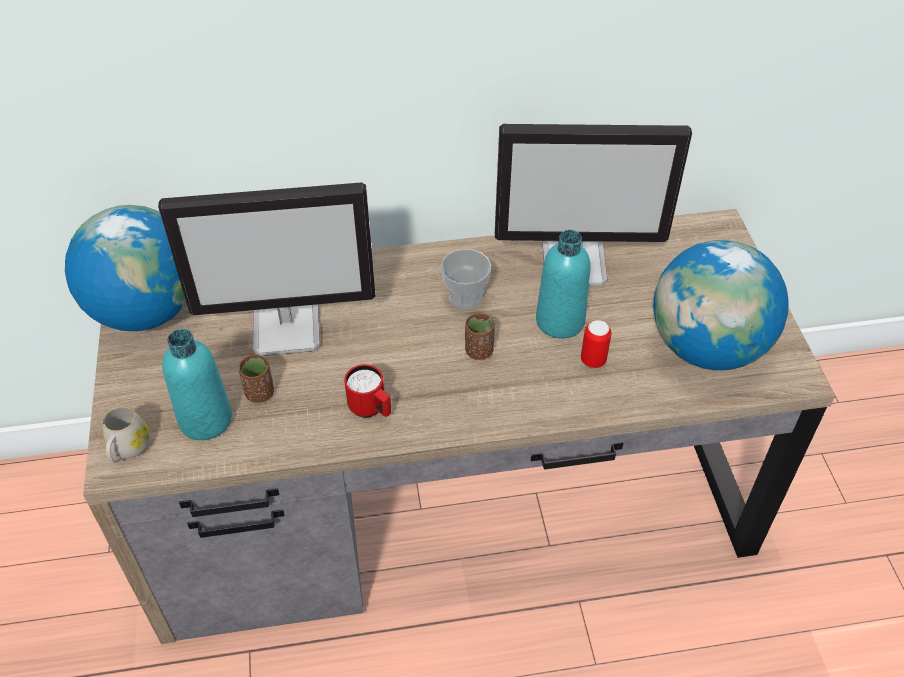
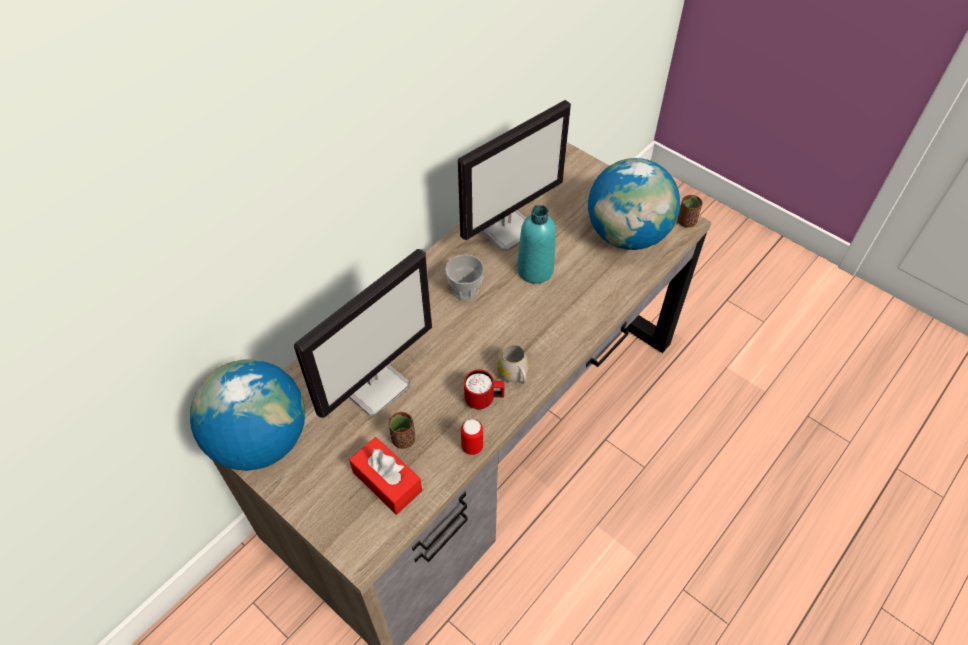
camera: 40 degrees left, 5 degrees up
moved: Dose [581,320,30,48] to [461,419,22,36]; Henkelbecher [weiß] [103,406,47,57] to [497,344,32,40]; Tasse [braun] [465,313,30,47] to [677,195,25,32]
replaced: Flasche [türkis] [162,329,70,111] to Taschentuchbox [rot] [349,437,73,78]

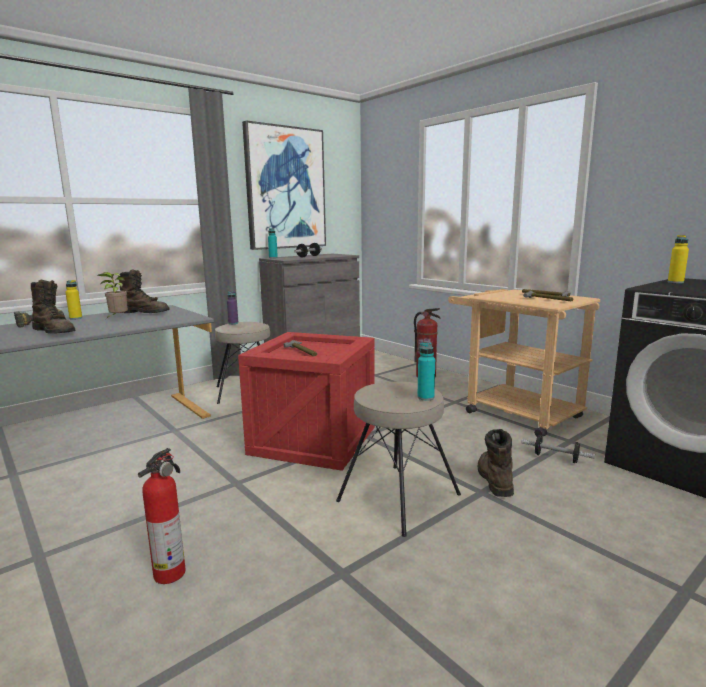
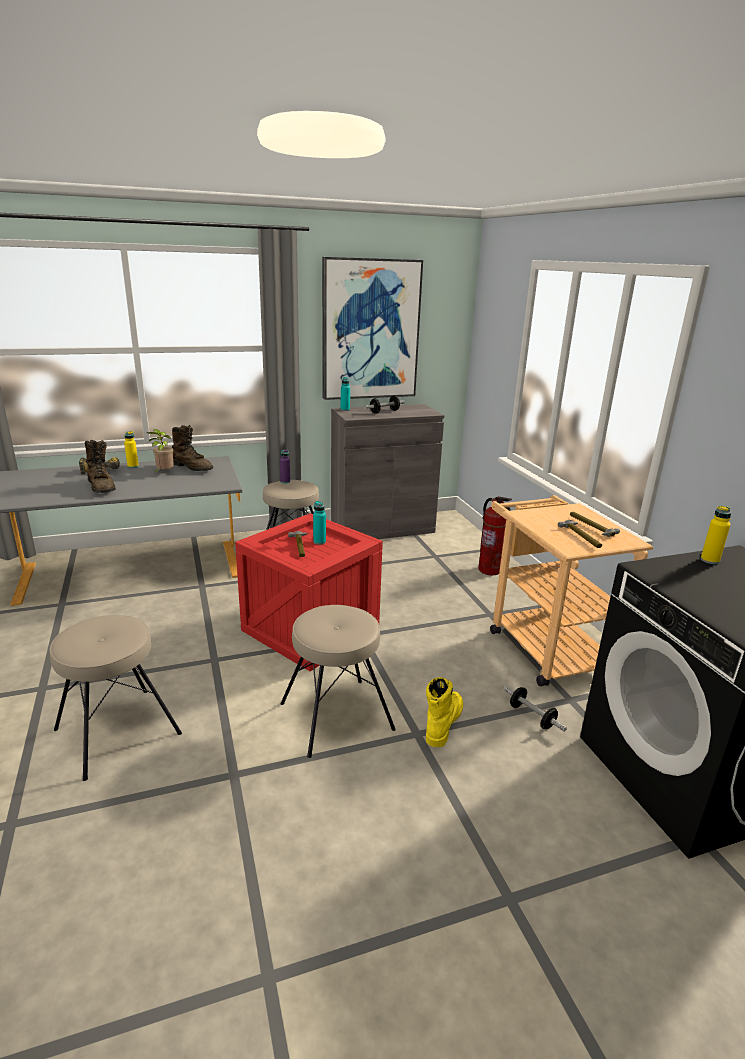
camera: 20 degrees right, 10 degrees up
moved: Flasche [türkis] [417,342,18,59] to [313,501,13,44]
replaced: Feuerlöscher [138,448,48,136] to Hocker [beige] [49,615,133,166]
recoloured: Stiefel [braun] [478,429,36,68] to Stiefel [gelb] [426,677,37,70]

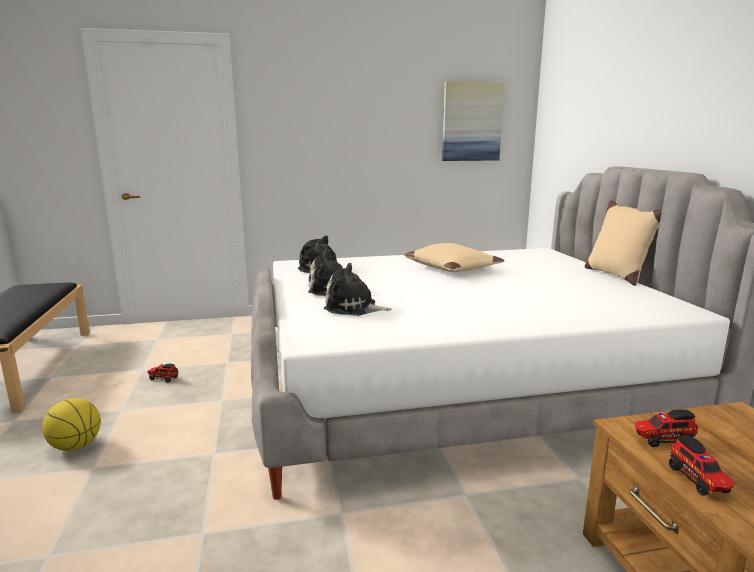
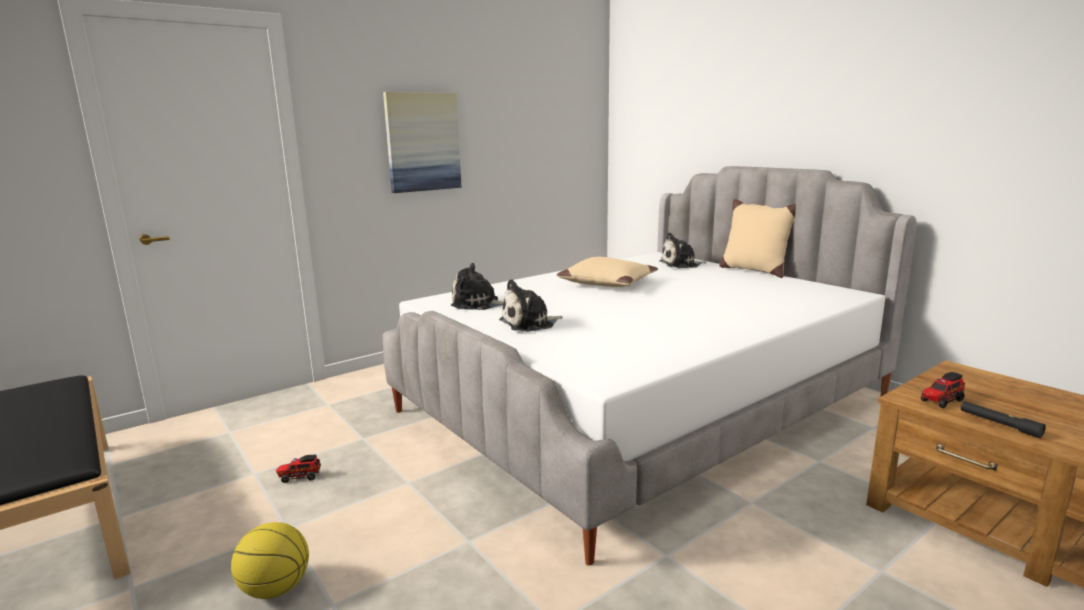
camera: 25 degrees left, 0 degrees up
moved: Bild [442,81,62,80] to [383,92,79,101]; Plüschtier [324,263,67,53] to [659,232,47,36]
replaced: Spielzeuglaster [669,435,65,60] to Taschenlampe [schwarz] [961,401,85,37]

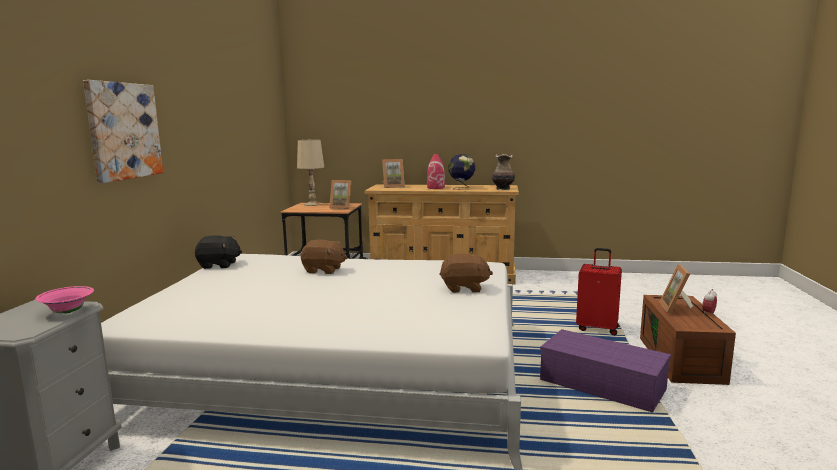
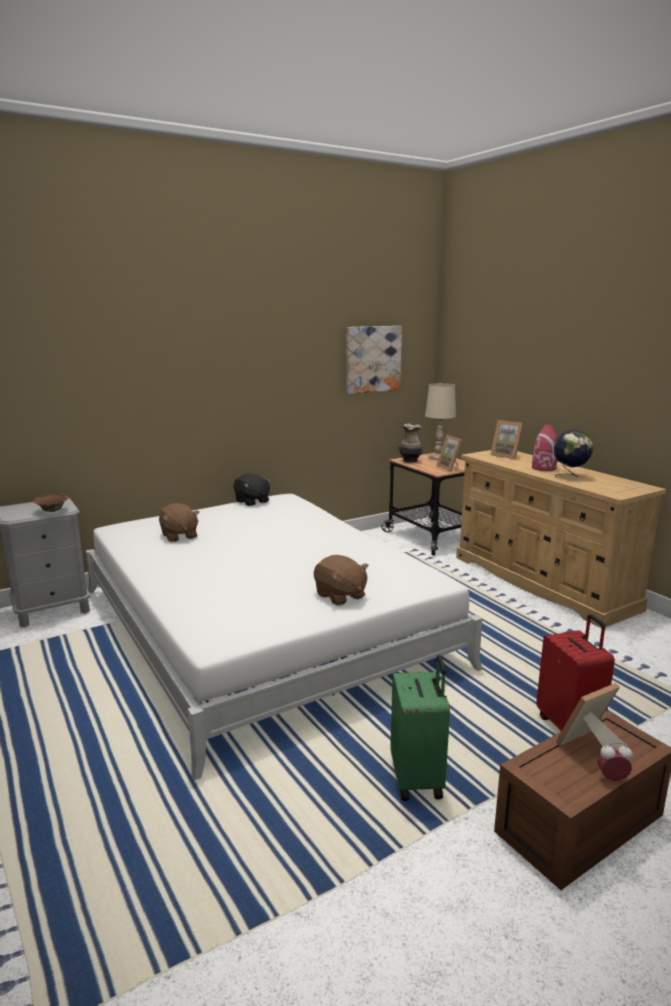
camera: 50 degrees right, 5 degrees up
moved: Plüschtier [braun] [301,240,46,34] to [159,503,40,39]; Bild [83,80,80,103] to [346,326,56,68]; Vase [492,154,23,36] to [399,424,24,39]
replaced: Aufbewahrungsbox [lila] [540,329,131,84] to Koffer [grün] [390,655,60,146]
recoloured: Schüssel [rosa] [35,286,59,27] to Schüssel [braun] [33,494,36,18]

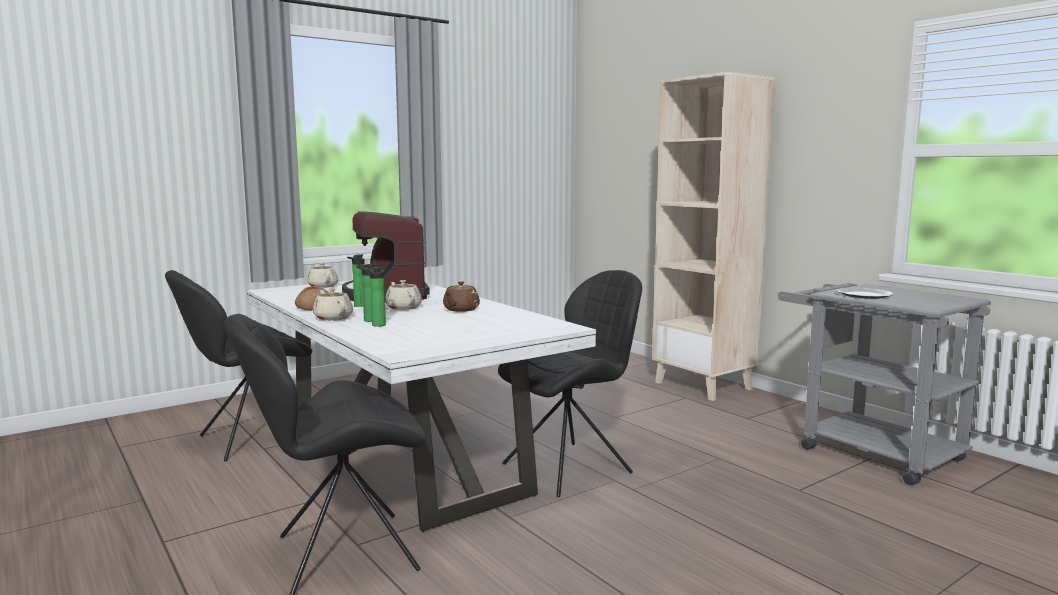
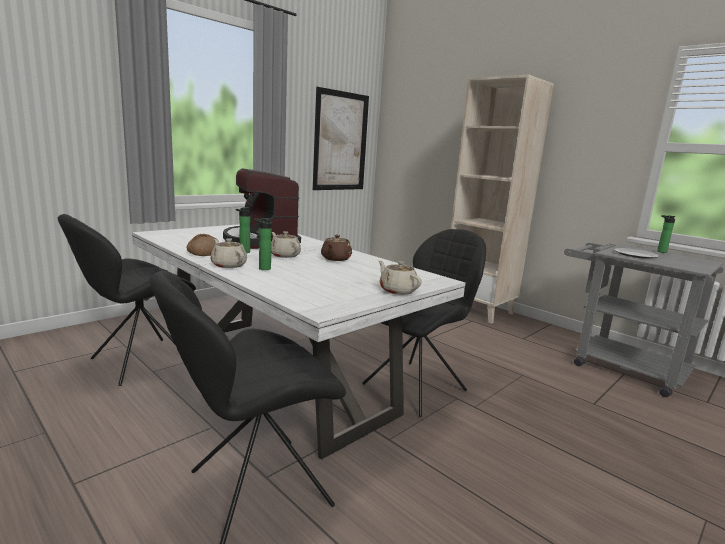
camera: 10 degrees left, 5 degrees up
added: Bild [313,87,56,103]
moved: Teekanne [beige] [307,263,32,25] to [378,260,44,35]; Flasche [370,267,16,60] to [657,215,19,38]

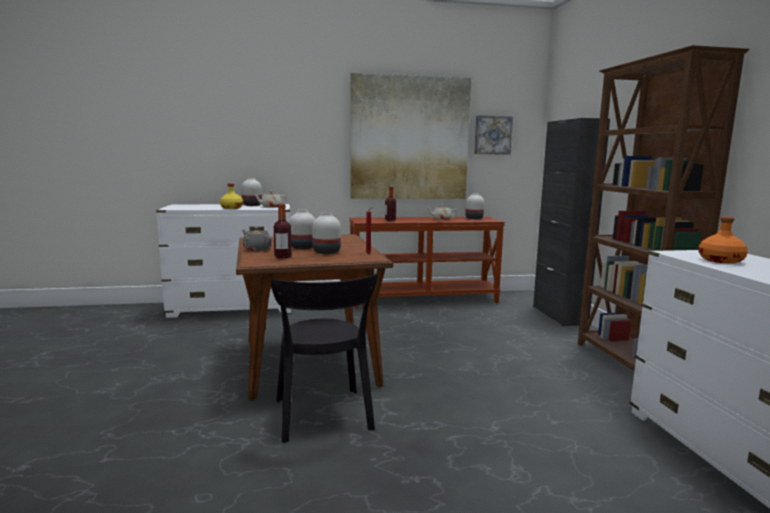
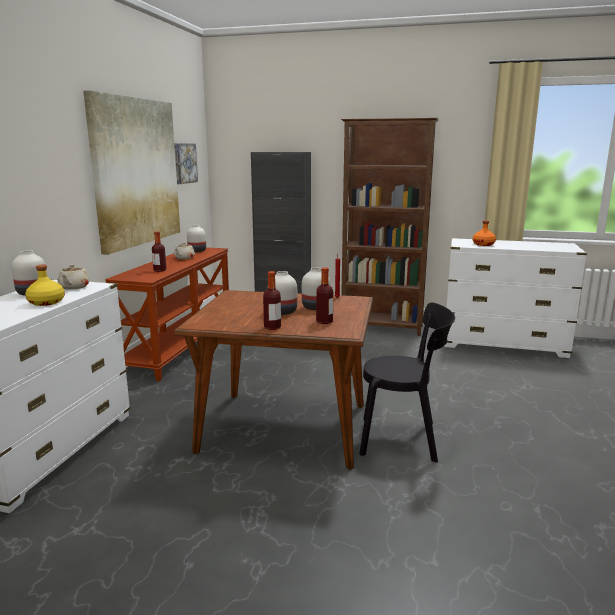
camera: 65 degrees left, 5 degrees up
replaced: Teekanne [grau] [242,227,30,24] to Flasche [263,271,18,59]

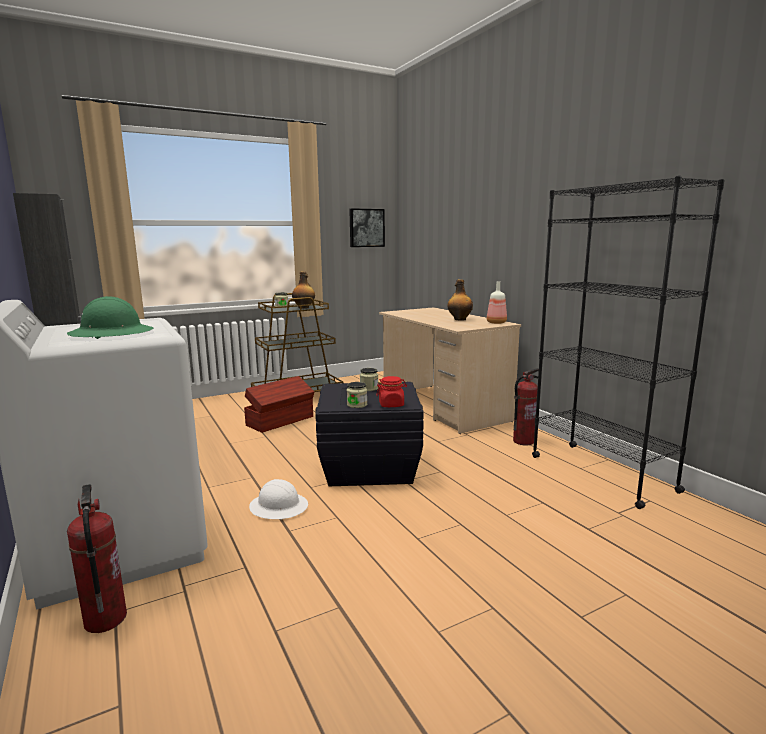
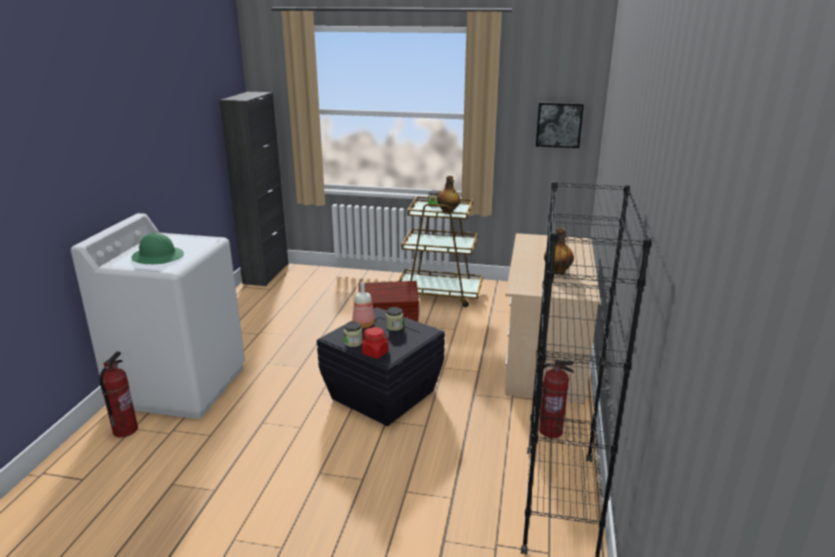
camera: 40 degrees right, 10 degrees up
removed: Schutzhelm [weiß] [249,479,59,40]
moved: Flasche [487,281,20,43] to [352,282,23,46]

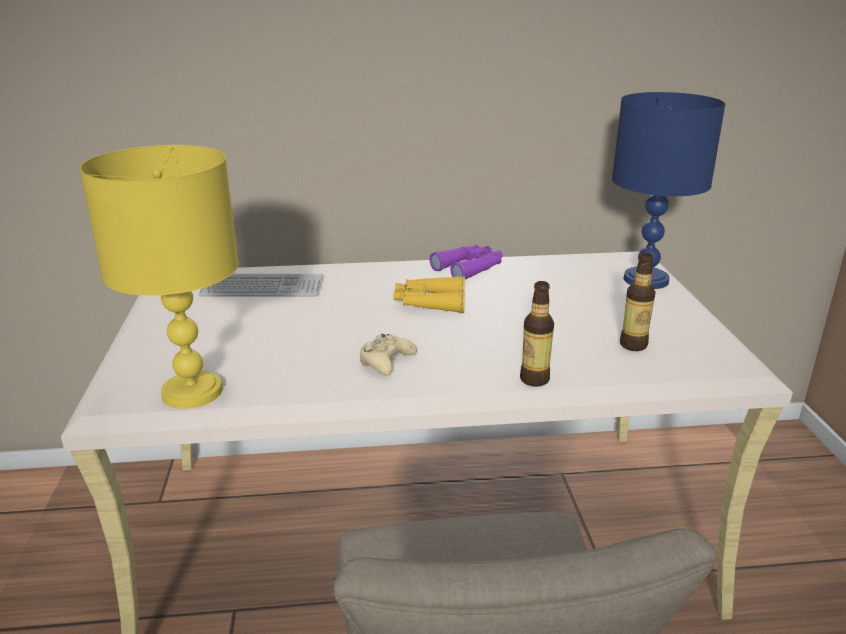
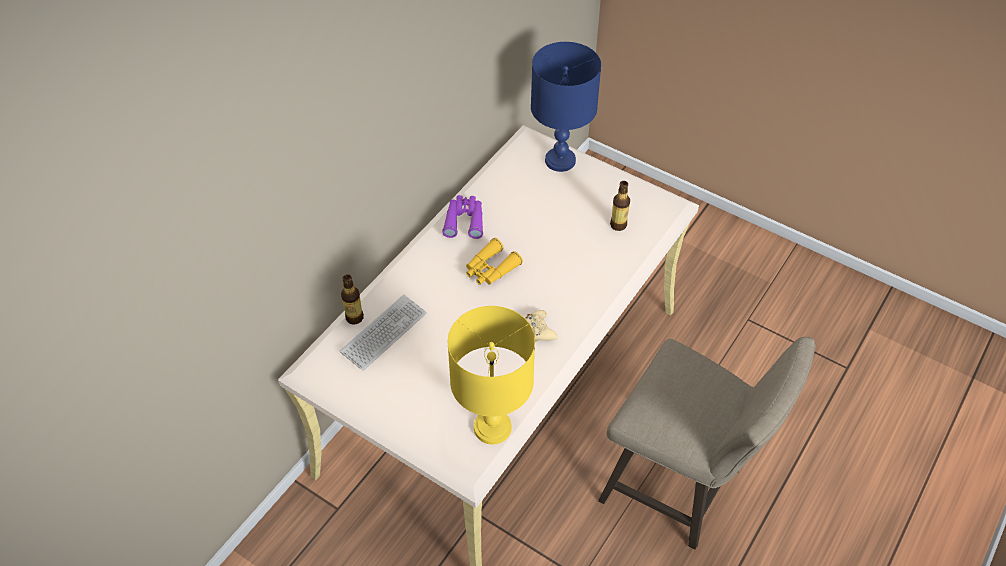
camera: 50 degrees left, 25 degrees up
moved: Flasche [520,281,34,106] to [341,274,23,51]

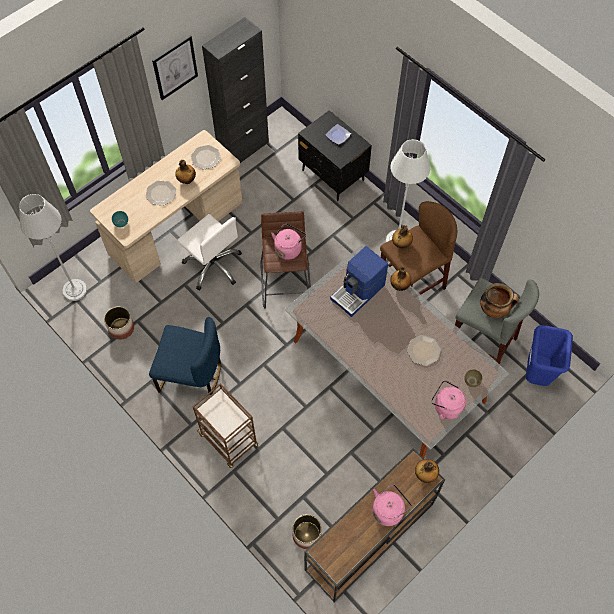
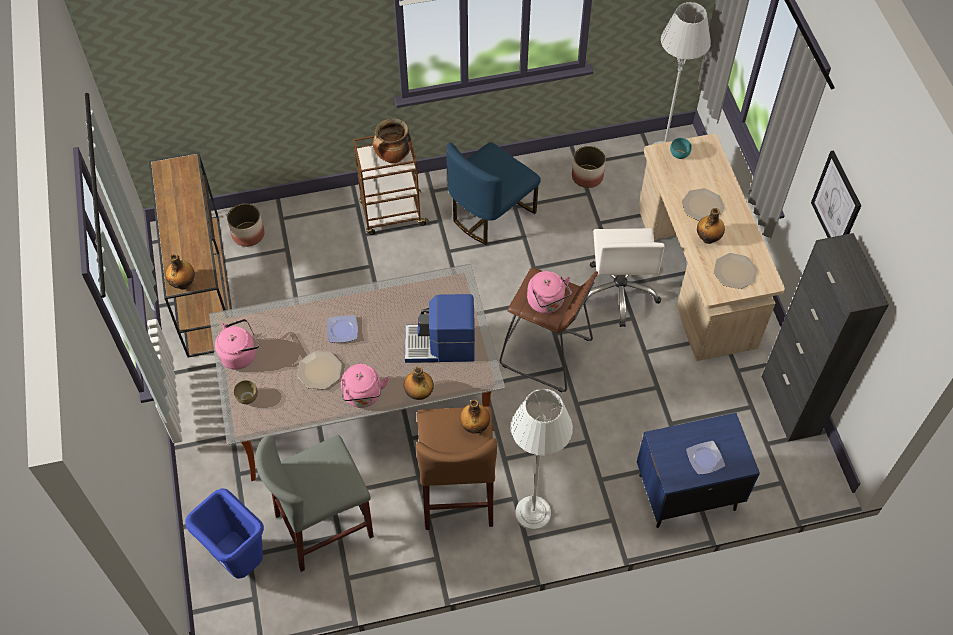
camera: 120 degrees right, 5 degrees down
added: Teller [327,315,31,28]
moved: Wasserkessel [rosa] [372,484,40,42] to [341,364,48,44]; Kochtopf [480,283,39,35] to [373,118,38,45]
recoloured: Nachttisch [schwarz] [298,110,74,91] to Nachttisch [blau] [637,413,123,115]
turned: Kaffeemaschine [330,246,58,71] = [405,294,70,69] 75 degrees counterclockwise; Bürostuhl [weiß] [177,214,65,76] = [585,228,80,99] 75 degrees counterclockwise

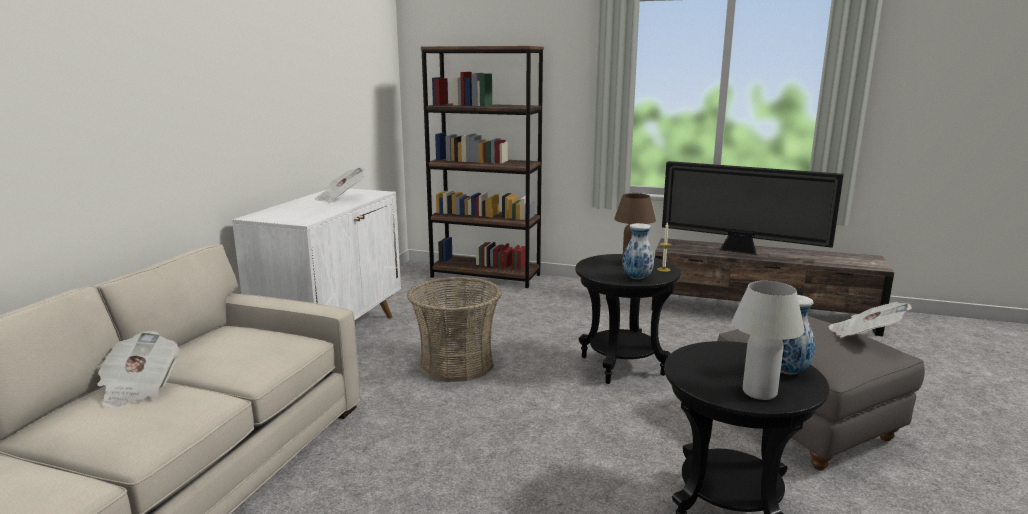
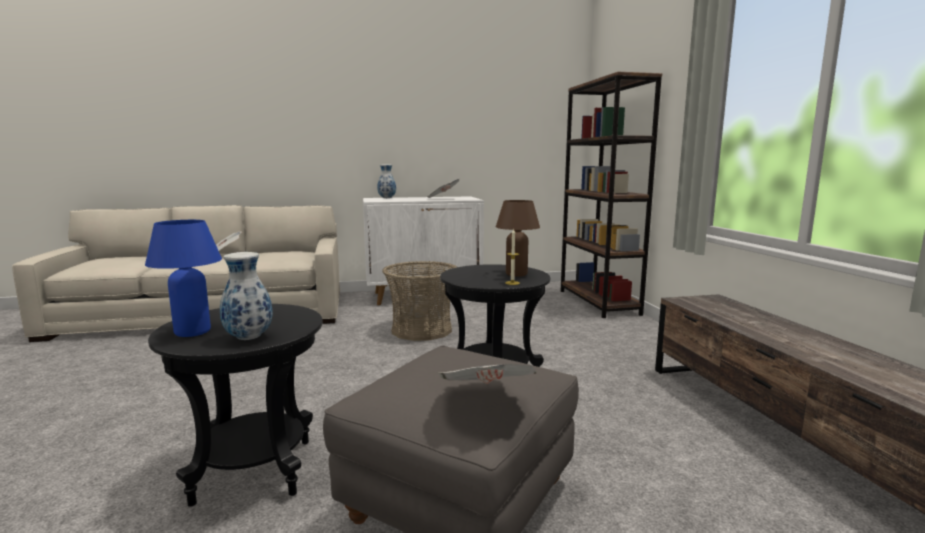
camera: 60 degrees right, 5 degrees down
removed: Fernseher [662,161,182,94]
moved: Vase [622,223,32,56] to [377,164,19,34]
recoloured: Tischlampe [weiß] [732,281,73,119] to Tischlampe [blau] [145,220,77,117]

